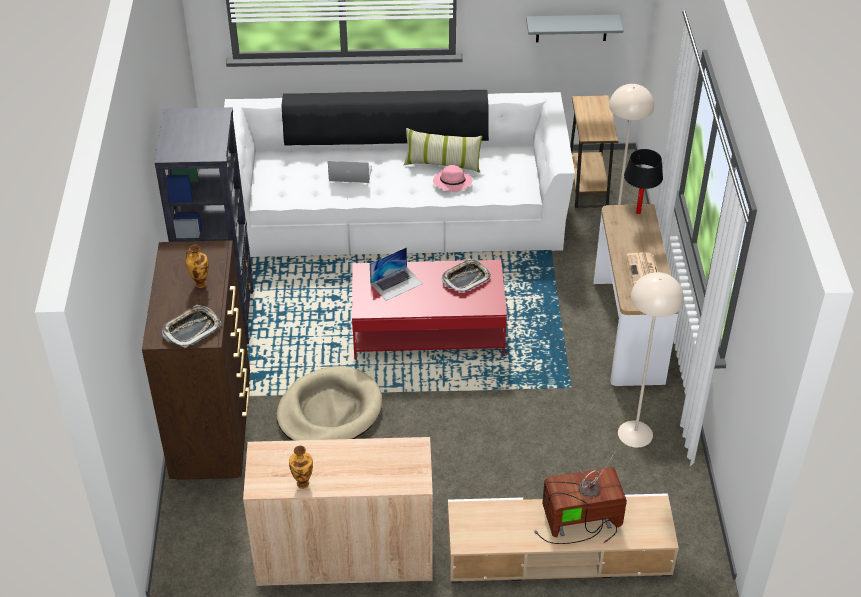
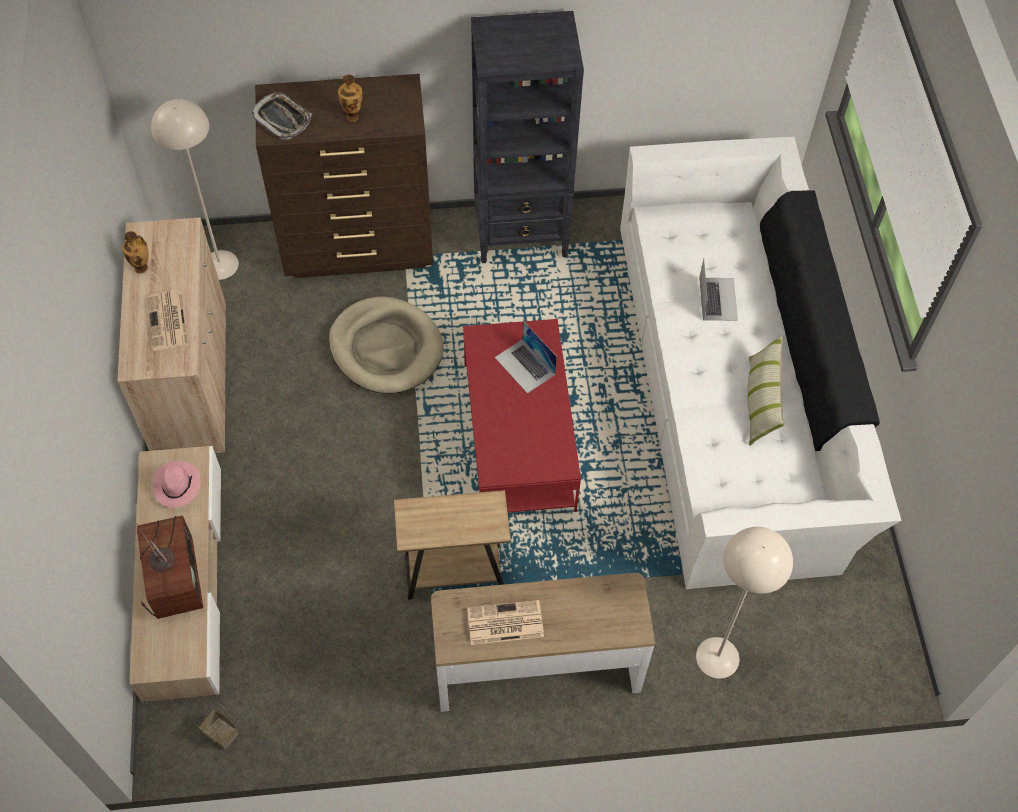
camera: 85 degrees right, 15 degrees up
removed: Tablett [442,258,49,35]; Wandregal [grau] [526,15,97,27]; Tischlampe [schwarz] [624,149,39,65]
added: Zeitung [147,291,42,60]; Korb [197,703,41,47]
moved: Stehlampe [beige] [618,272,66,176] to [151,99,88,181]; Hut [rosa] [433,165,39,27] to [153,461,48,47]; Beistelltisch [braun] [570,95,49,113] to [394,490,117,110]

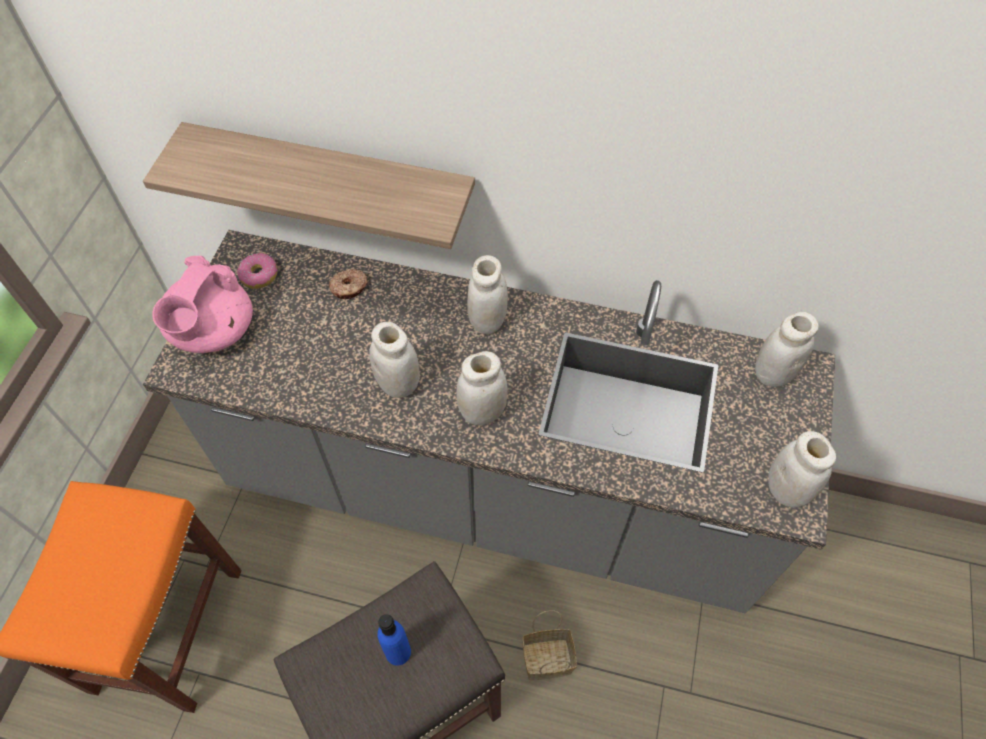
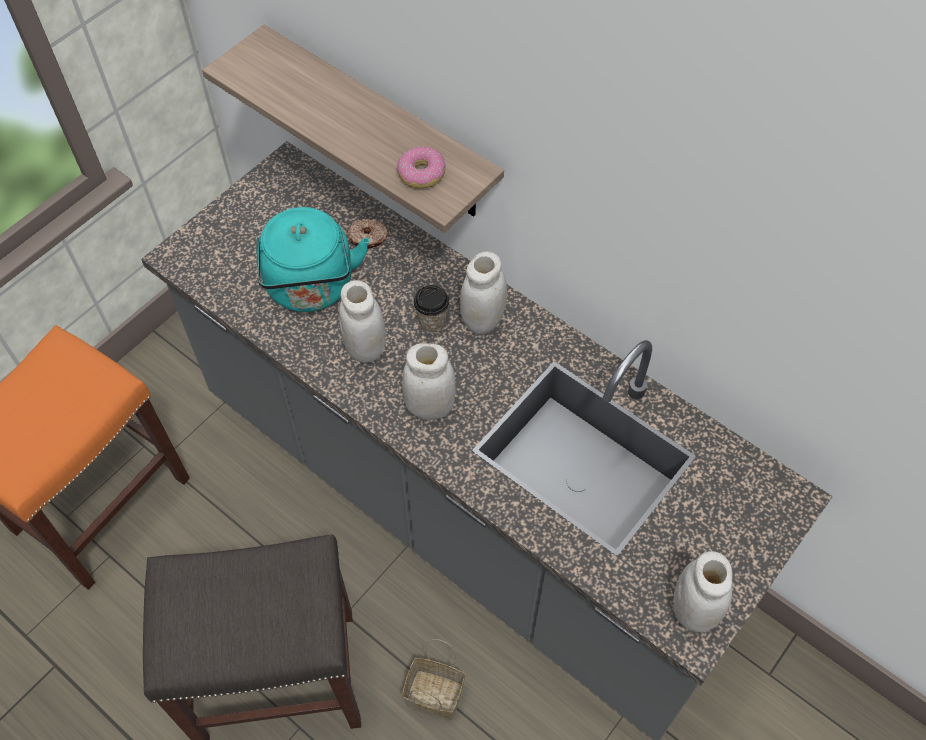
camera: 25 degrees right, 0 degrees up
removed: Teekanne [rosa] [153,256,100,97]; Flasche [blau] [378,614,33,52]; Vorratsglas [weiß] [755,312,64,75]
added: Wasserkessel [türkis] [257,207,112,105]; Tasse [414,285,35,48]
moved: Donut [237,253,41,36] to [397,146,48,42]

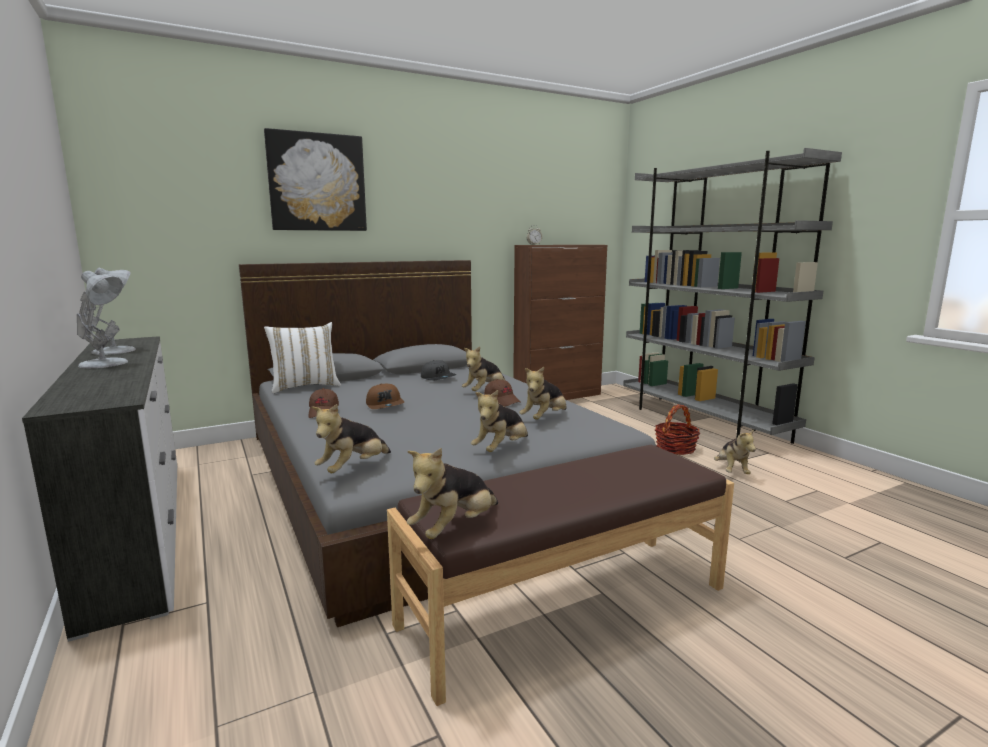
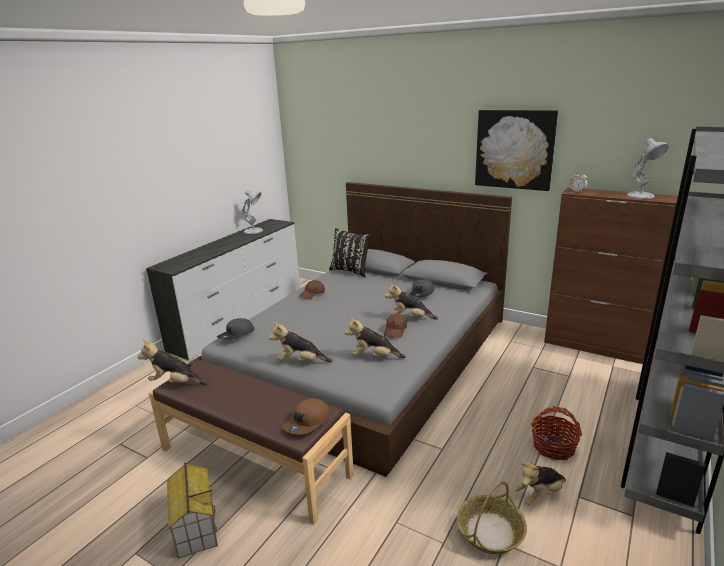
camera: 60 degrees right, 10 degrees up
added: Spielzeughaus [167,463,51,96]; Korb [457,481,70,73]
moved: Kappe [braun] [366,384,38,25] to [282,398,48,37]; Bild [264,128,103,103] to [475,110,83,81]; Tischlampe [weiß] [76,271,52,97] to [627,138,42,61]
replaced: Plüschtier [312,404,79,69] to Kappe [grau] [217,318,38,22]
recoloured: Kissen [weiß] [264,322,77,71] to Kissen [schwarz] [329,228,43,49]

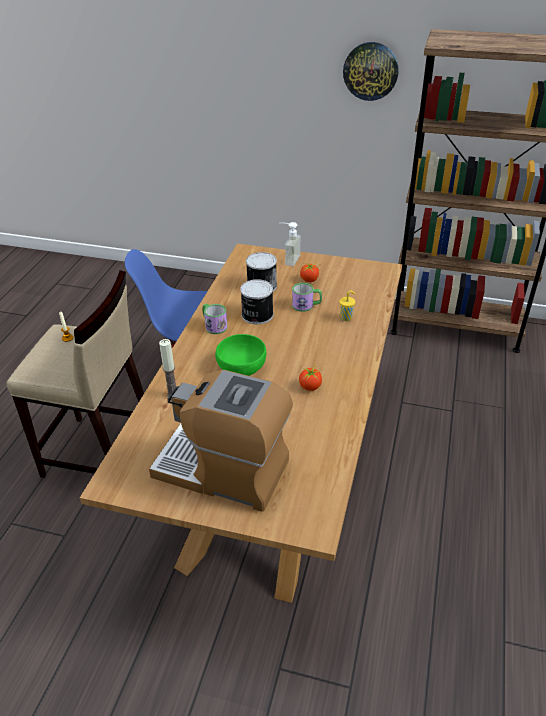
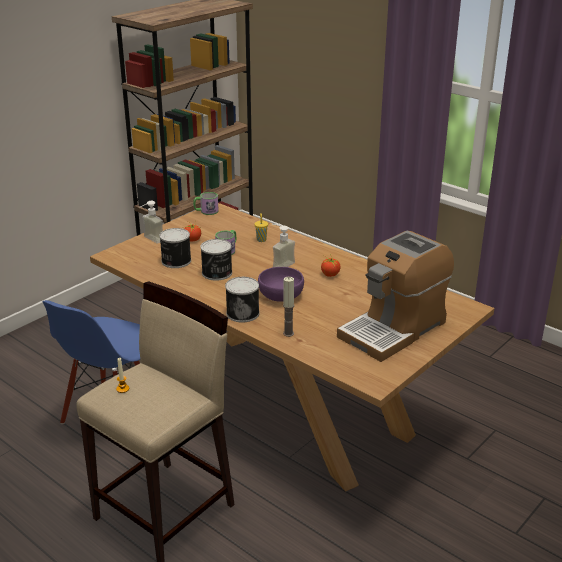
camera: 65 degrees left, 10 degrees down
removed: Wanduhr [343,42,56,59]
added: Dose [225,277,34,45]; Seifenspender [272,224,23,43]
moved: Henkelbecher [202,304,25,30] to [193,192,26,23]
recoloured: Schüssel [grün] [215,334,51,42] to Schüssel [lila] [258,267,46,34]

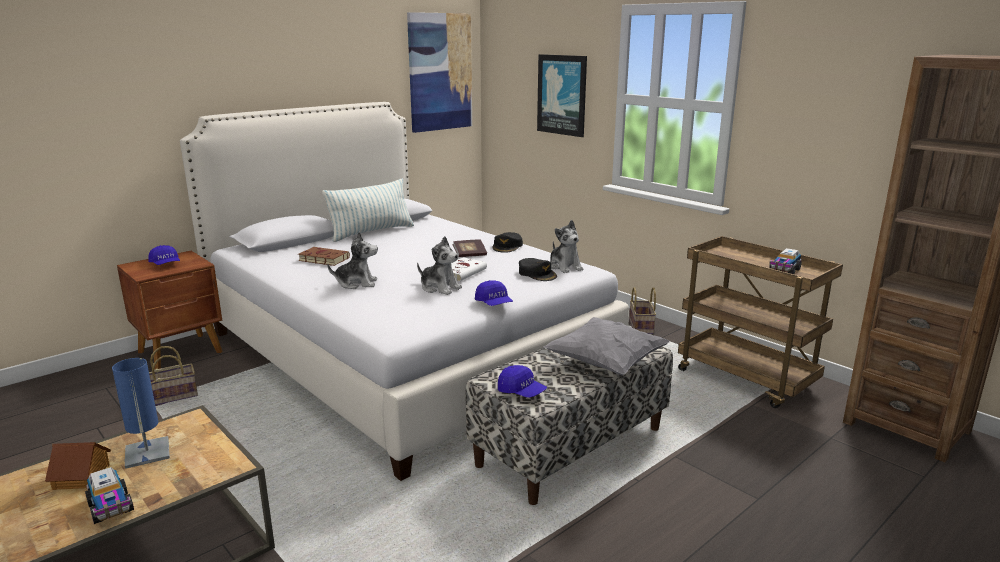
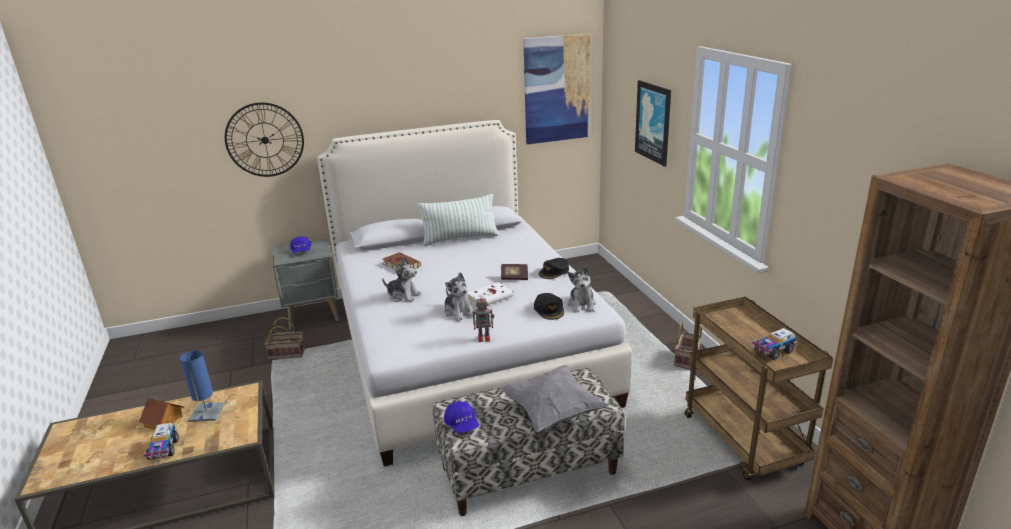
camera: 25 degrees right, 5 degrees up
added: Wanduhr [225,103,79,74]
replaced: Kappe [blau] [475,280,38,26] to Spielzeugroboter [473,295,21,47]
recoloured: Nachttisch [braun] [117,251,105,118] to Nachttisch [grau] [273,239,67,91]

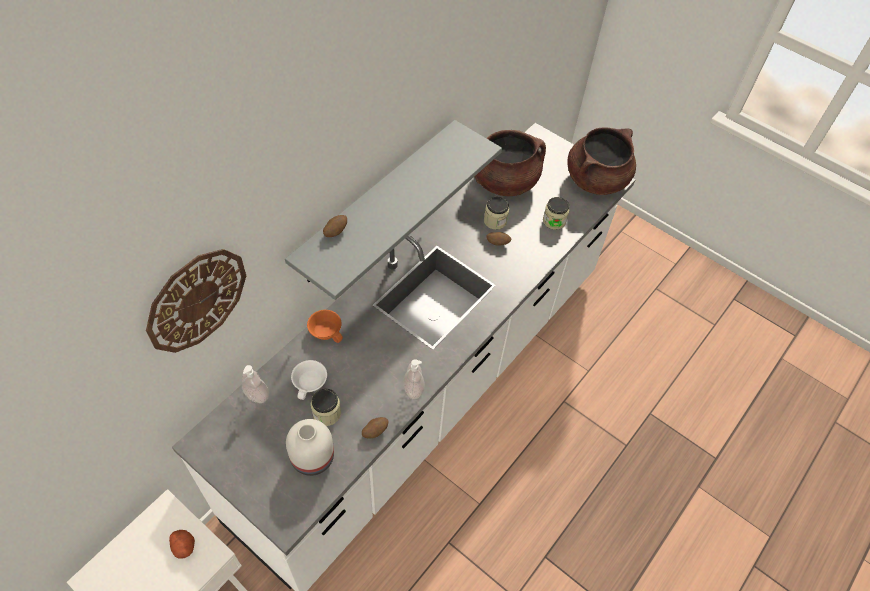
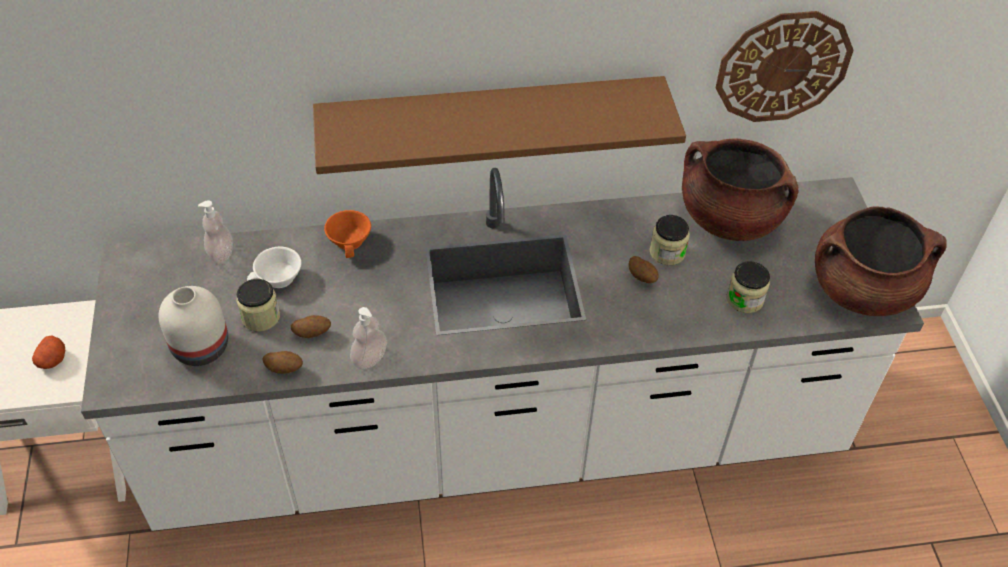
camera: 45 degrees right, 5 degrees down
moved: Kartoffel [323,215,24,22] to [291,315,40,23]; Wanduhr [146,249,100,104] to [716,11,138,111]
recoloured: Wandregal [grau] [285,120,217,180] to Wandregal [braun] [313,76,373,98]

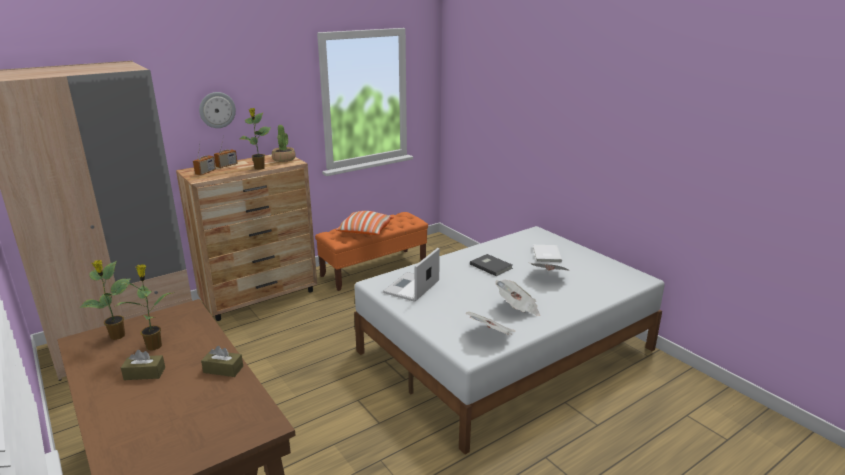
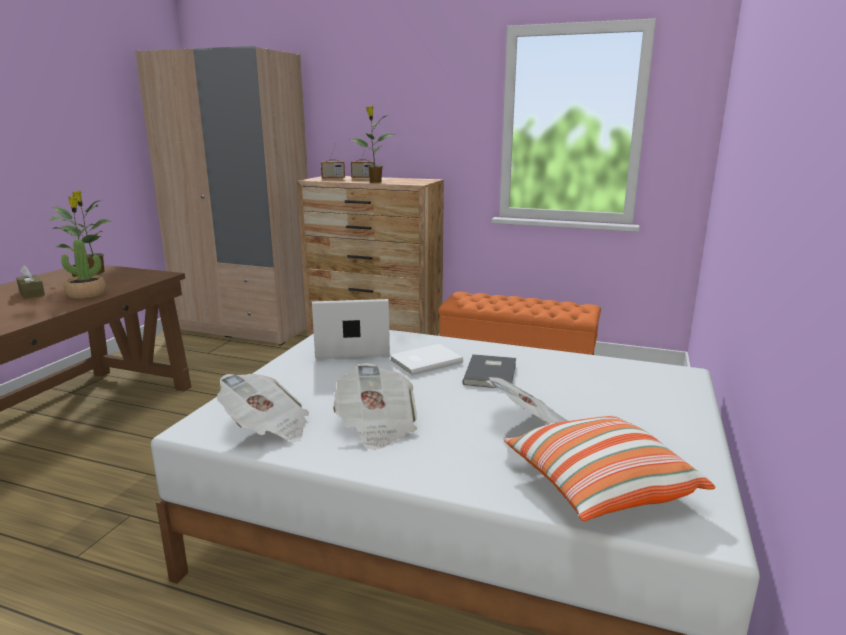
camera: 55 degrees right, 5 degrees down
removed: Wanduhr [199,92,37,36]; Taschentuchbox [braun] [201,346,42,31]
moved: Topfpflanze [272,125,23,37] to [61,239,45,60]; Buch [weiß] [533,245,29,18] to [389,344,74,32]; Kissen [335,211,59,24] to [504,416,211,105]

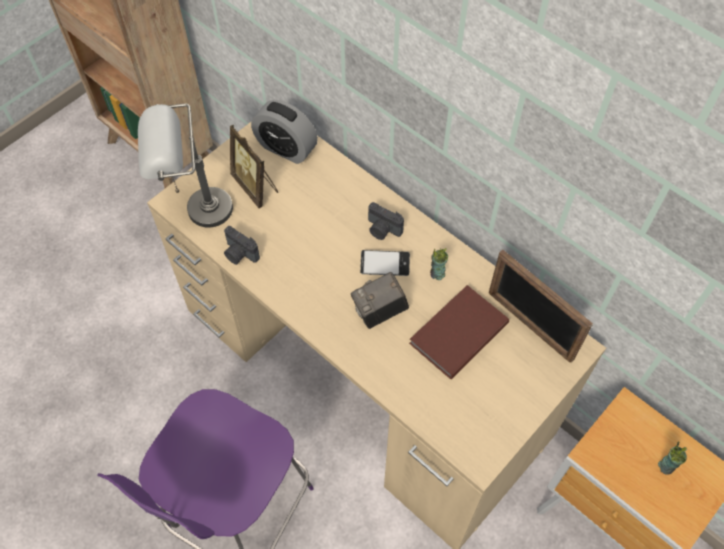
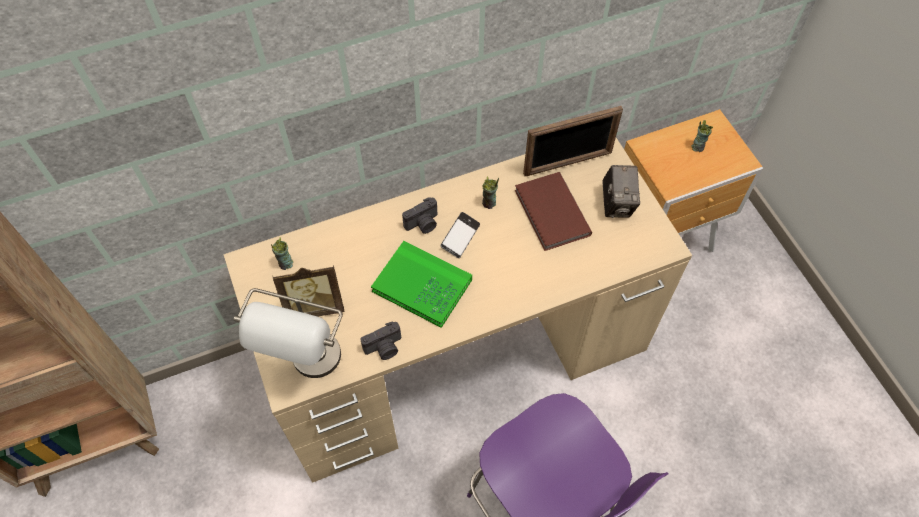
camera: 65 degrees left, 0 degrees up
added: Buch [grün] [371,241,101,87]
moved: Kamera [351,272,58,57] to [602,165,38,53]
replaced: Wecker [251,100,67,64] to Tasse [271,237,22,33]

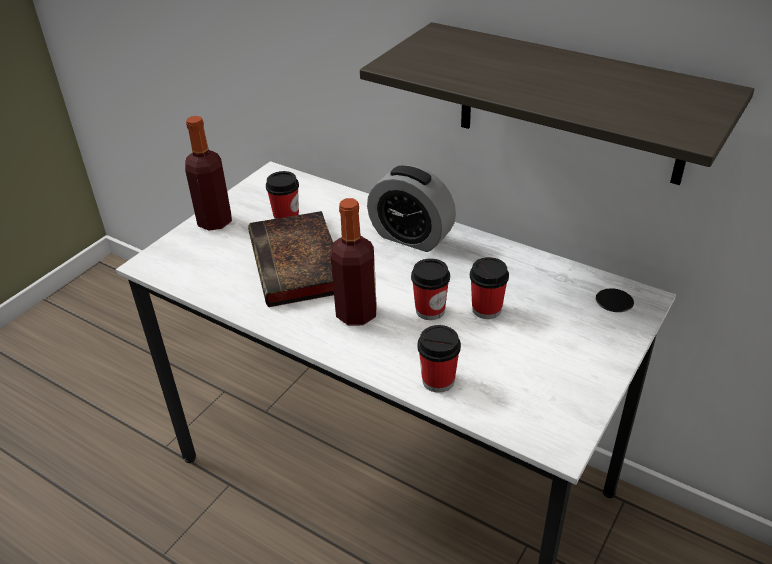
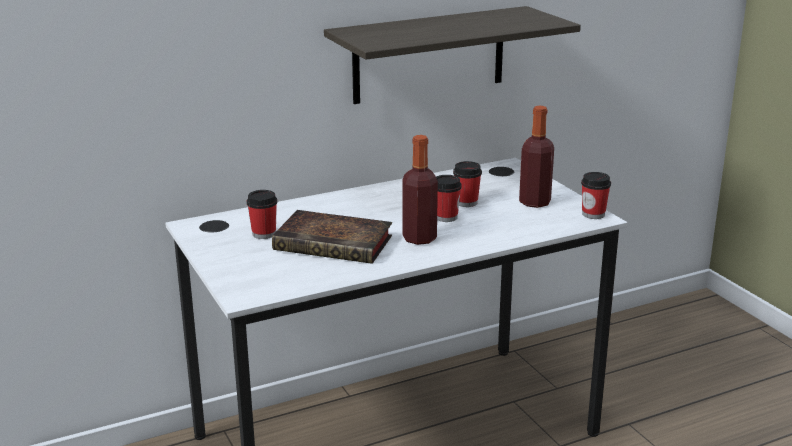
camera: 60 degrees left, 15 degrees down
removed: Wecker [367,165,89,87]
moved: Flasche [185,116,47,115] to [519,106,35,102]; Tasse [417,325,44,68] to [581,172,30,47]

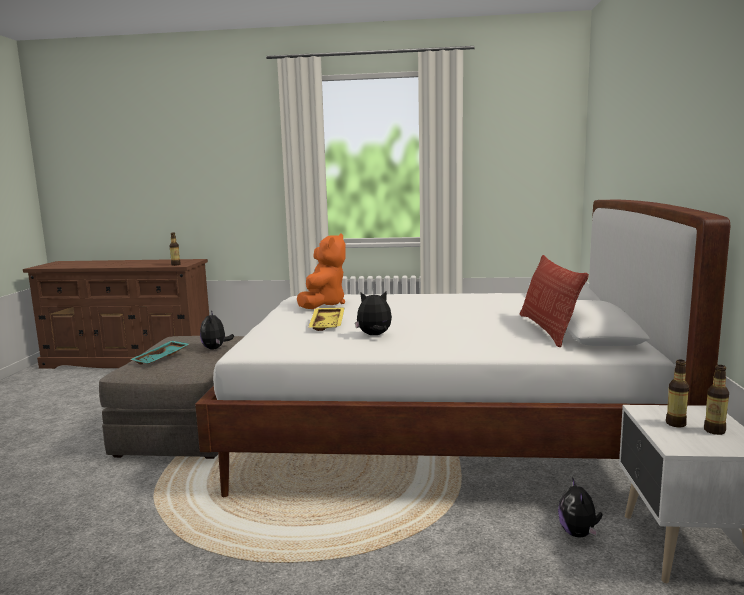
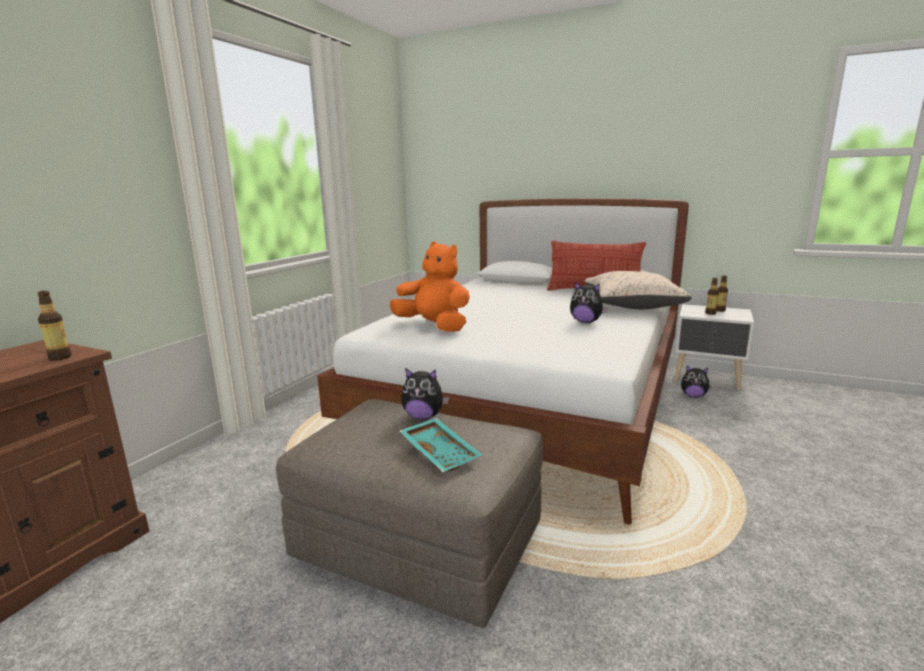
camera: 70 degrees left, 5 degrees up
removed: Tablett [gelb] [308,307,37,24]
added: Kissen [beige] [585,271,107,38]
turned: Plüschtier [355,291,37,44] = [570,282,38,41] 75 degrees counterclockwise

